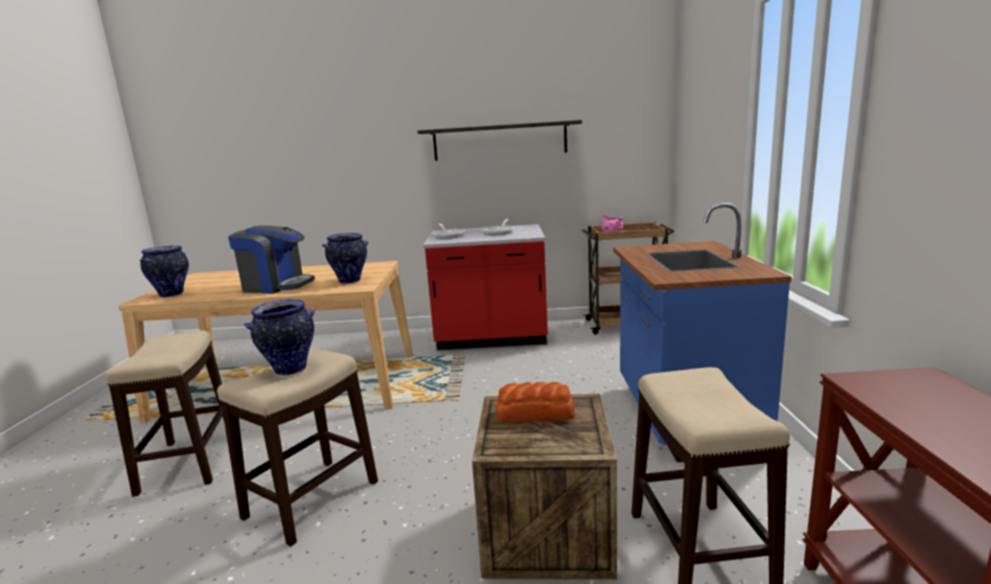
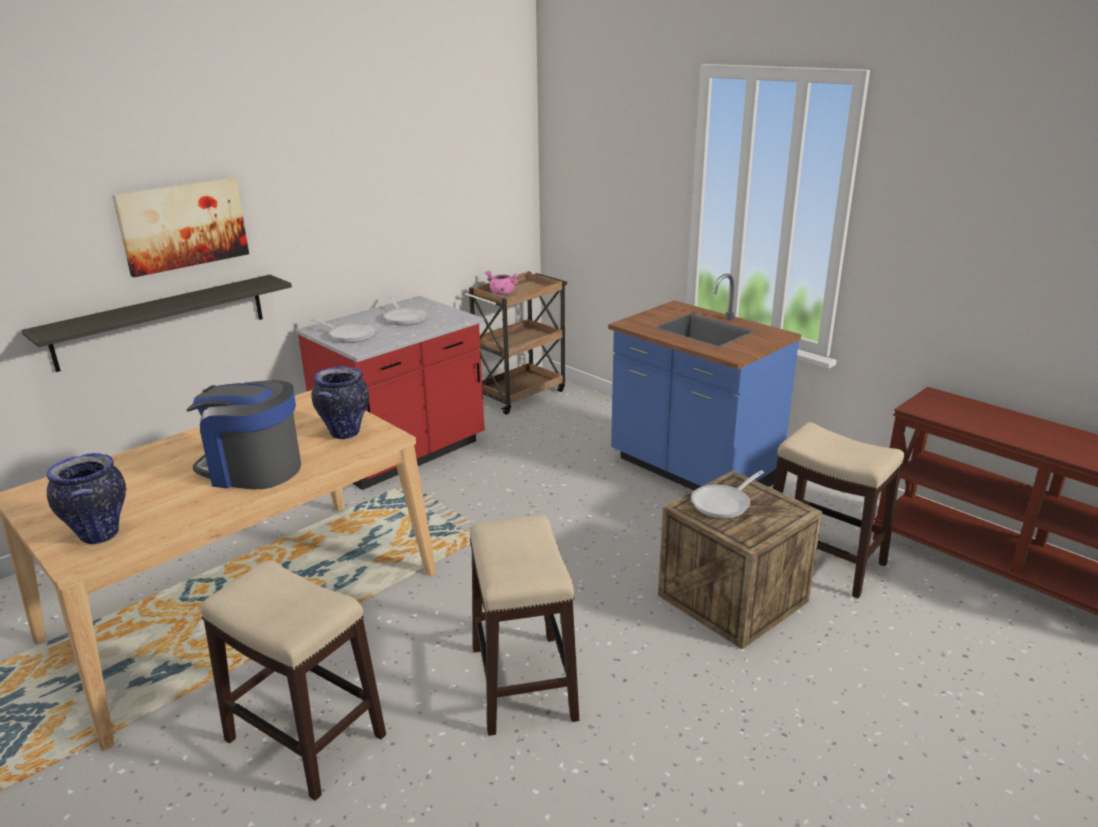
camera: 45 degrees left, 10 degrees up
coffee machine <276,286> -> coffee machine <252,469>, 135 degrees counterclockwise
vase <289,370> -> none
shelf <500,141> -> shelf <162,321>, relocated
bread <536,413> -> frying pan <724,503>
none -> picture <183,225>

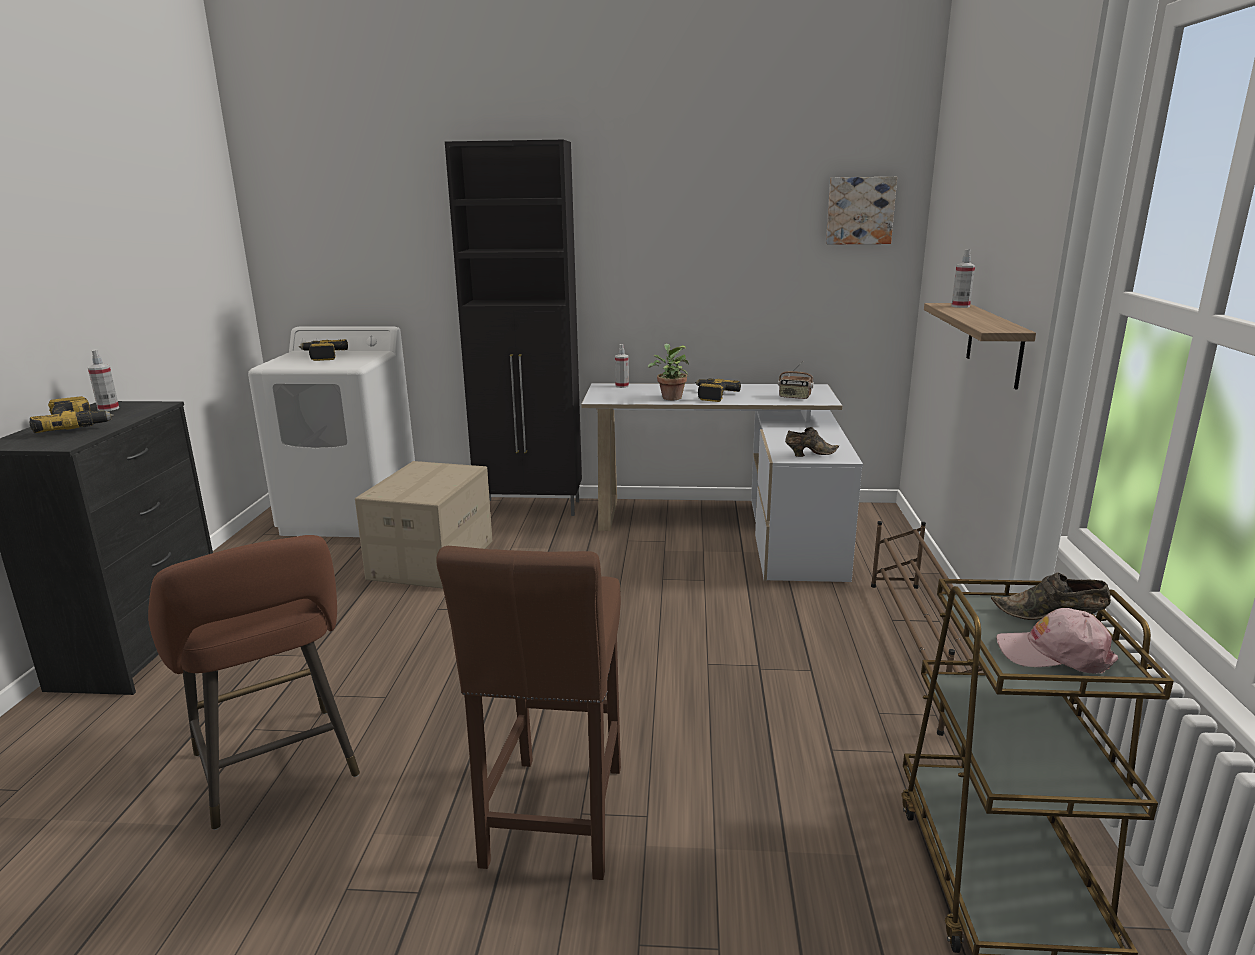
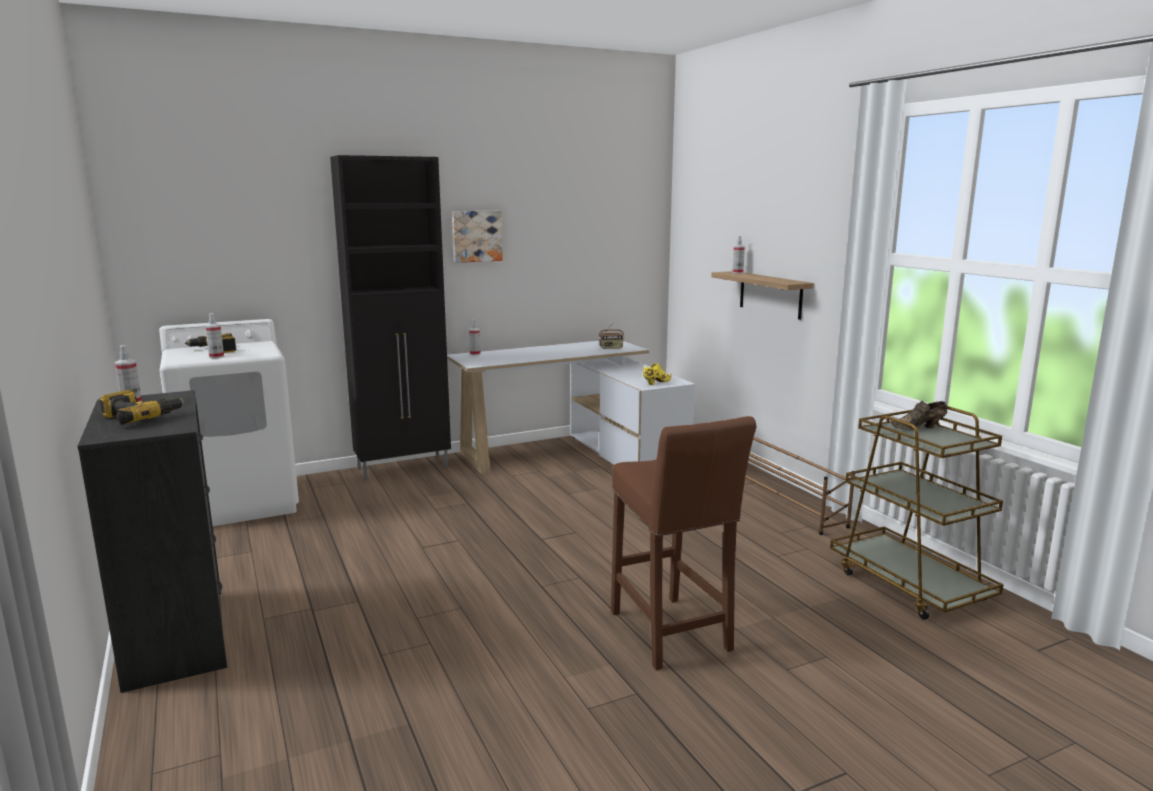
camera: 30 degrees left, 5 degrees down
stool/brown <277,771> -> none
cardboard box <431,559> -> none
potted plant <670,397> -> none
power drill <712,395> -> none
shoe/brown <809,454> -> shoe/yellow <656,383>
picture <860,210> -> picture <476,236>, relocated
cap/pink <1054,654> -> none
none -> spray bottle <216,357>

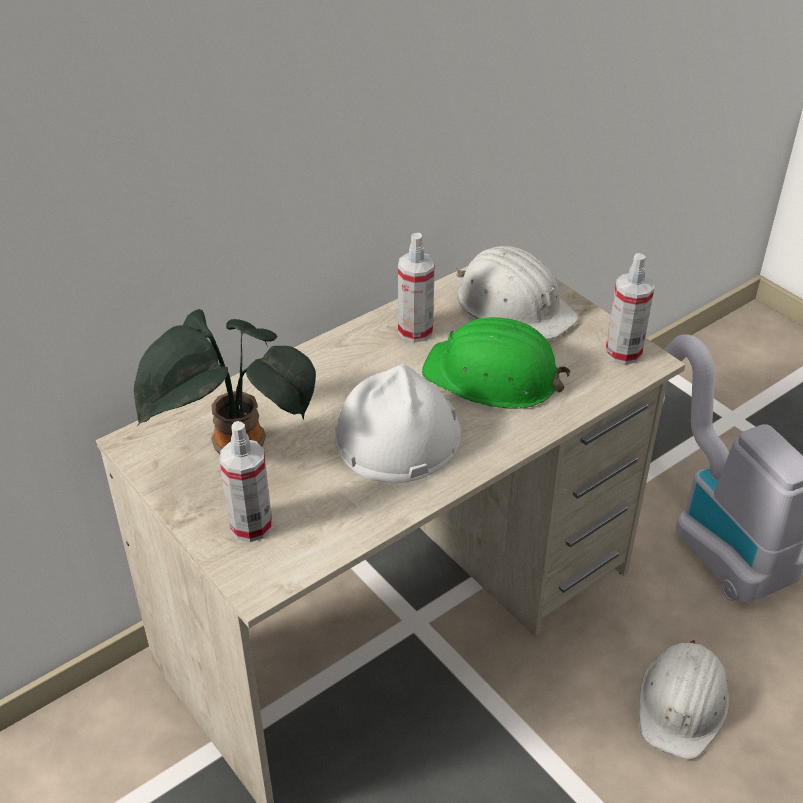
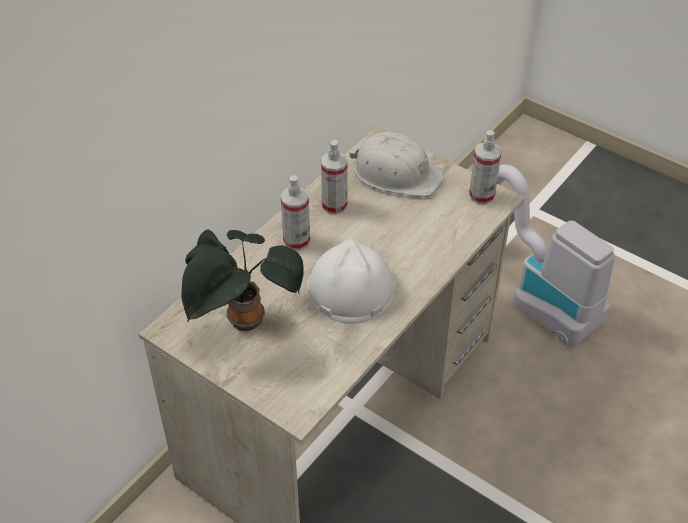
camera: 15 degrees left, 5 degrees up
spray bottle <251,525> -> spray bottle <296,241>, relocated
hard hat/green <493,376> -> none
hard hat/white <683,703> -> none

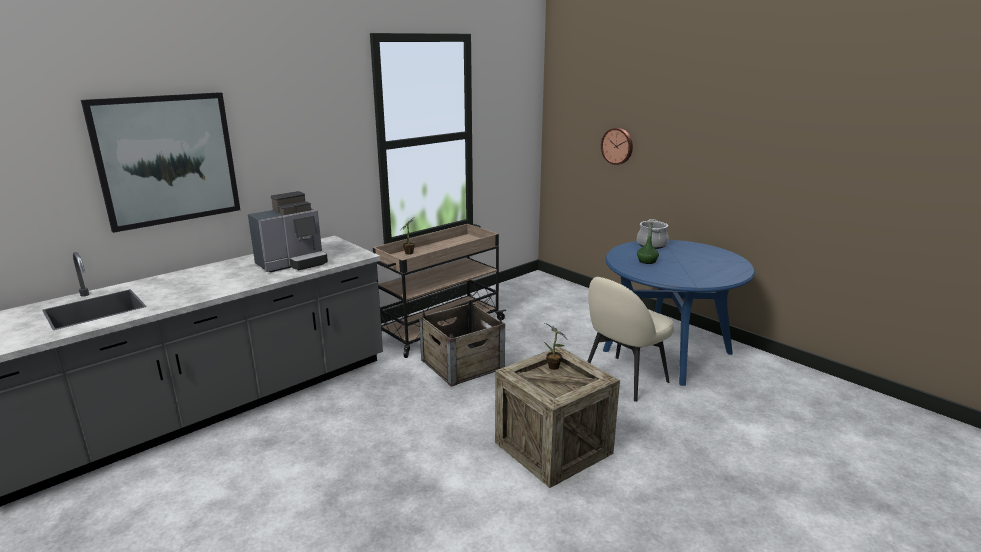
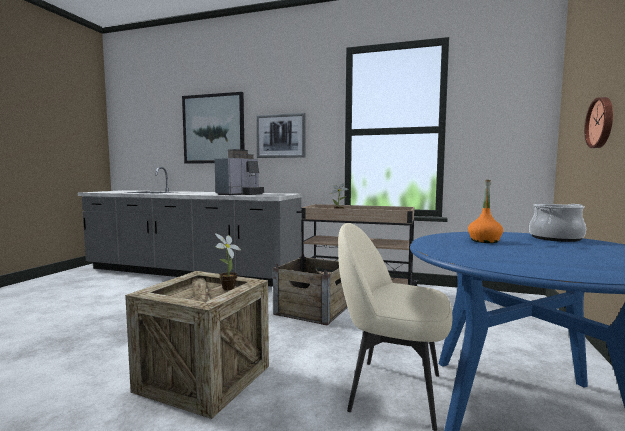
camera: 60 degrees right, 15 degrees down
coffee machine <293,263> -> coffee machine <240,194>, 75 degrees counterclockwise
bottle/green <647,261> -> bottle/orange <484,241>
none -> picture <280,136>

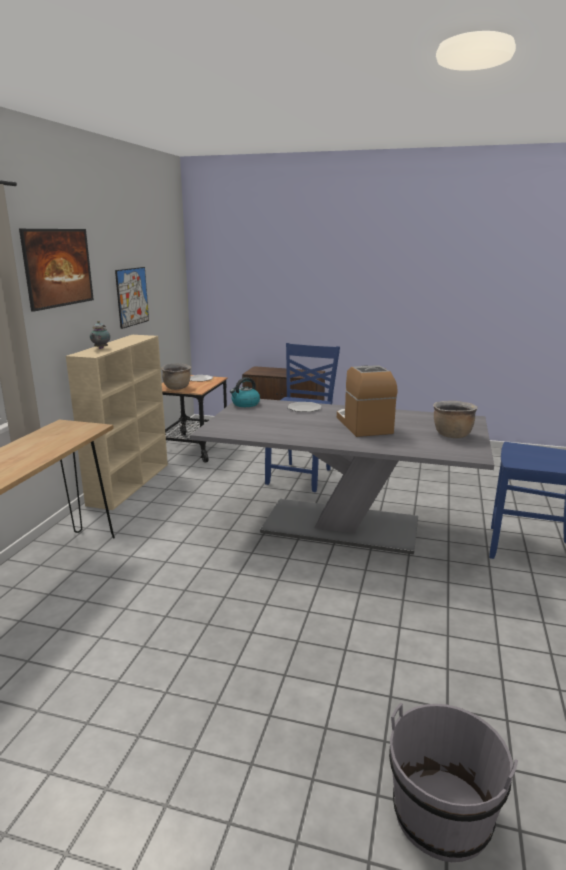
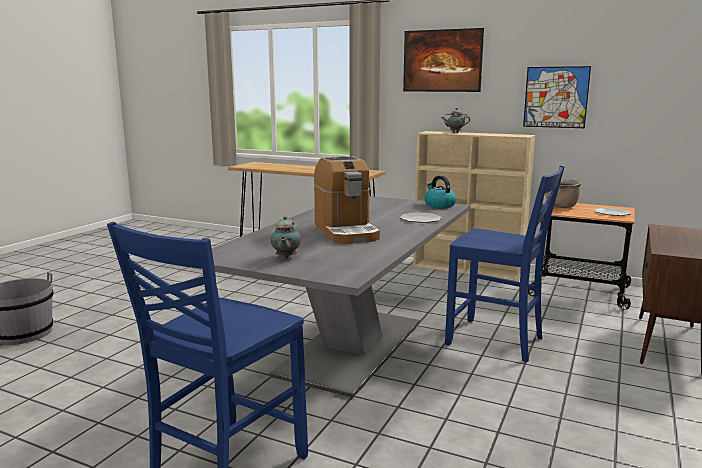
camera: 100 degrees right, 5 degrees down
coffee machine <363,425> -> coffee machine <346,232>, 75 degrees clockwise
cooking pot/brown <451,435> -> teapot <285,258>

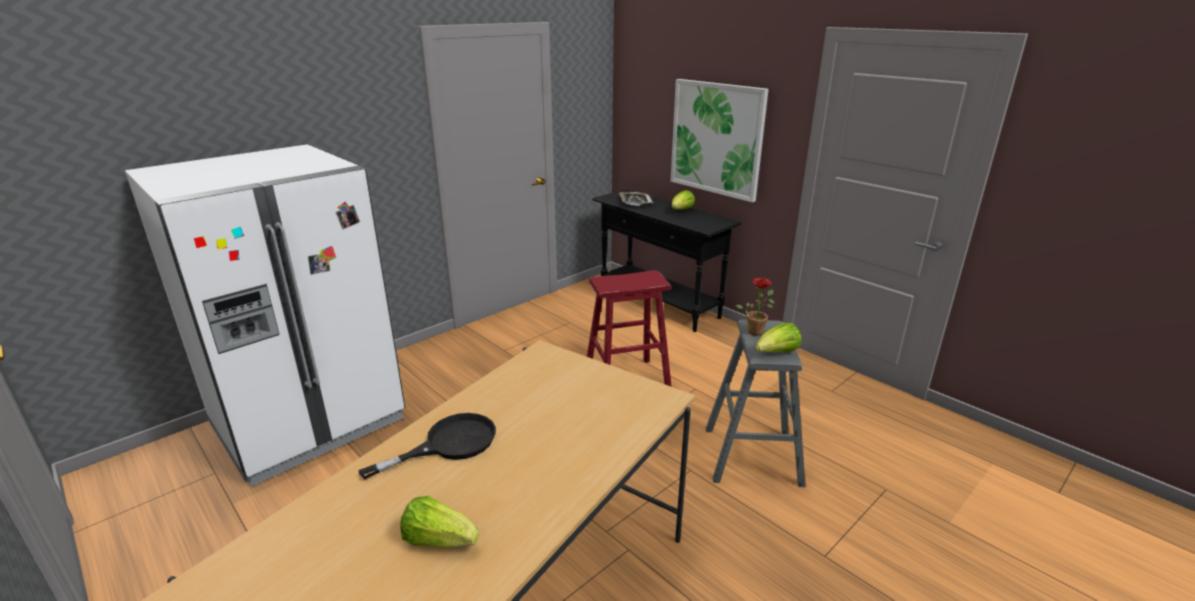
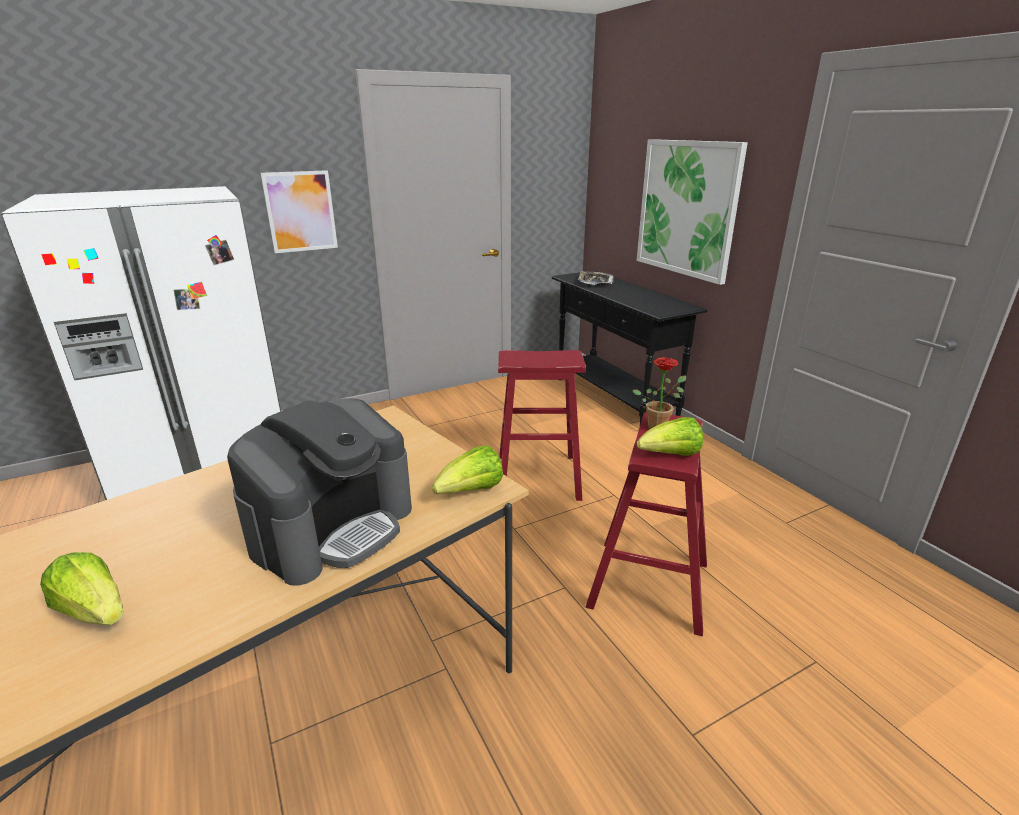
camera: 15 degrees right, 0 degrees up
frying pan/black <449,444> -> none
lettuce <681,211> -> lettuce <471,492>, relocated
stool/grey <752,456> -> stool/red <648,584>
none -> coffee machine <333,527>
none -> picture <300,211>

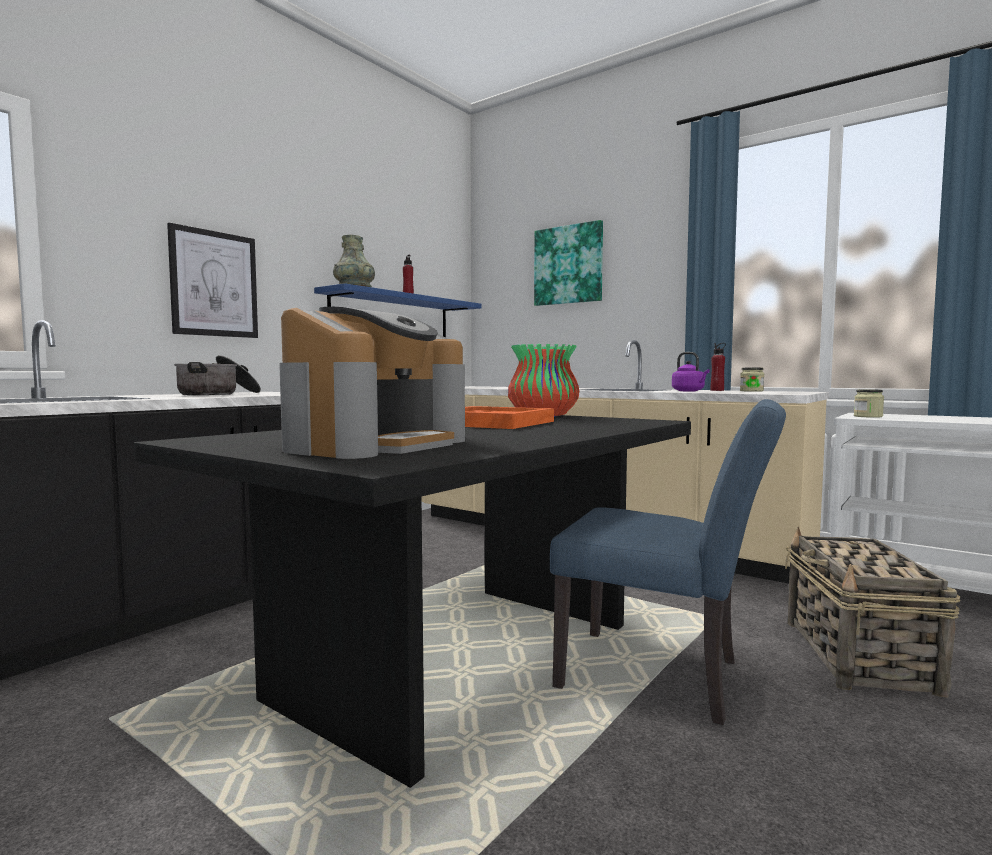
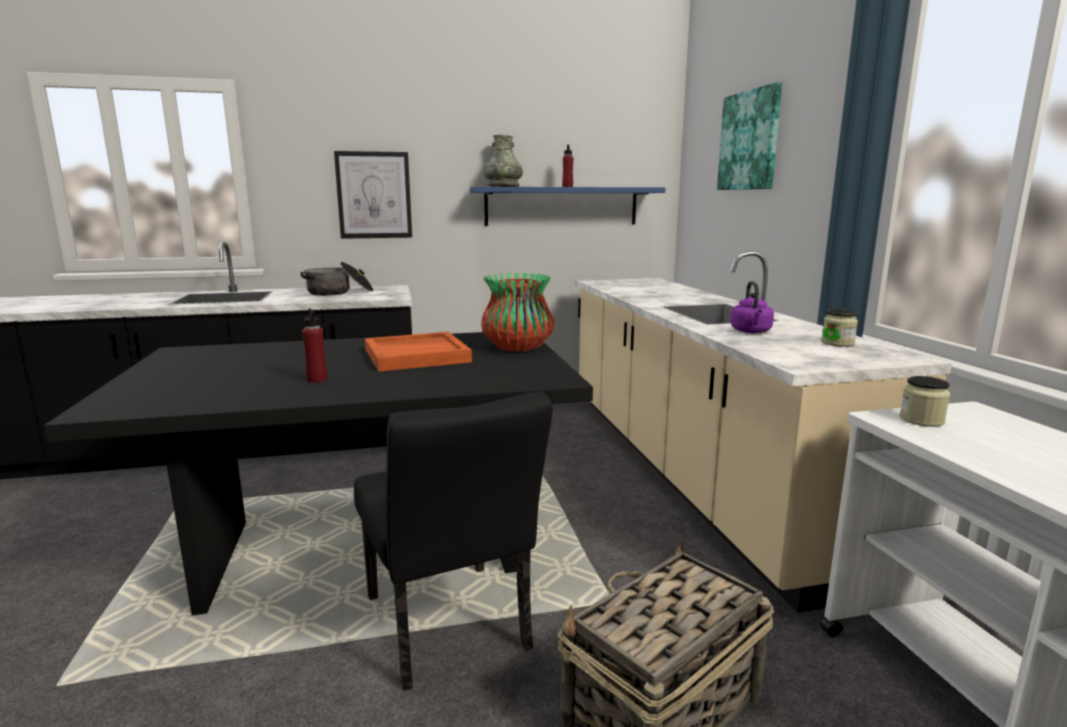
camera: 40 degrees right, 10 degrees up
coffee machine <376,445> -> none
chair/blue <664,677> -> chair/black <451,631>
bottle/red <717,390> -> bottle/red <317,380>, relocated

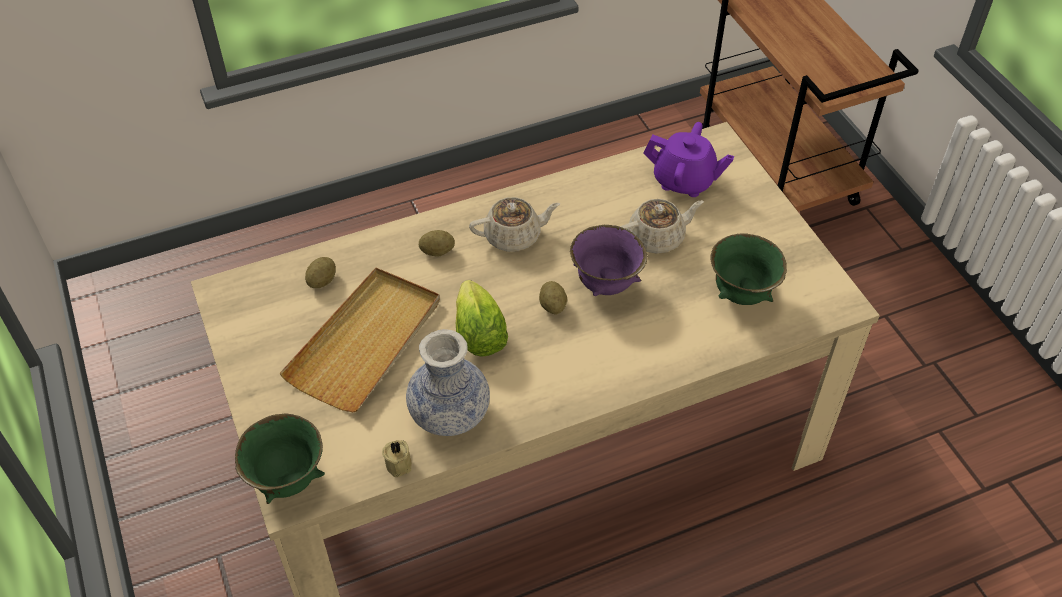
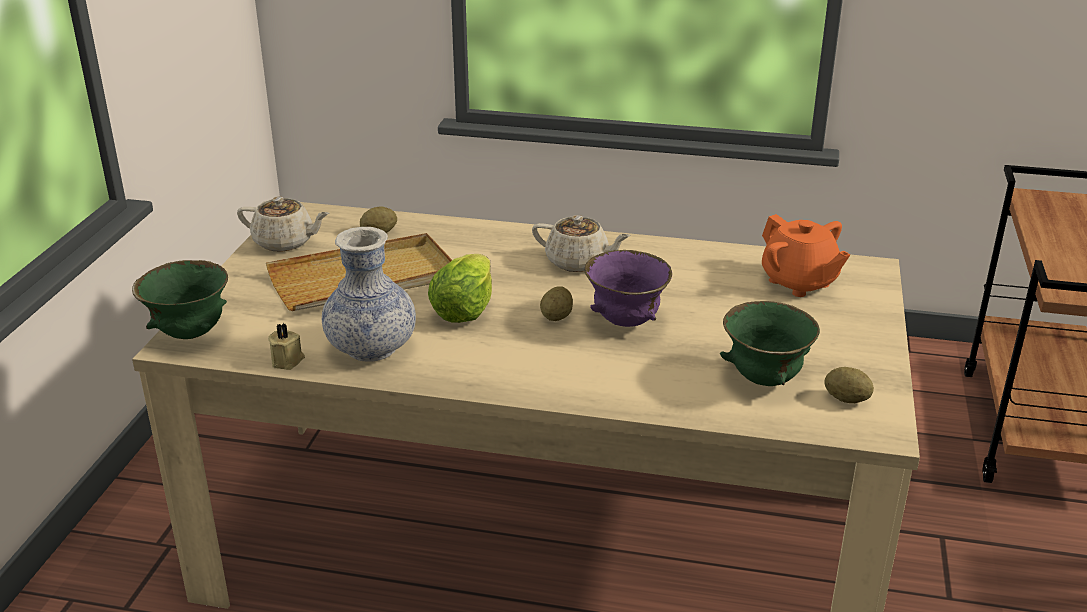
camera: 35 degrees right, 20 degrees down
potato <437,251> -> potato <846,399>, relocated
teapot/beige <657,238> -> teapot/beige <285,242>, relocated
teapot/purple <684,181> -> teapot/orange <799,282>

